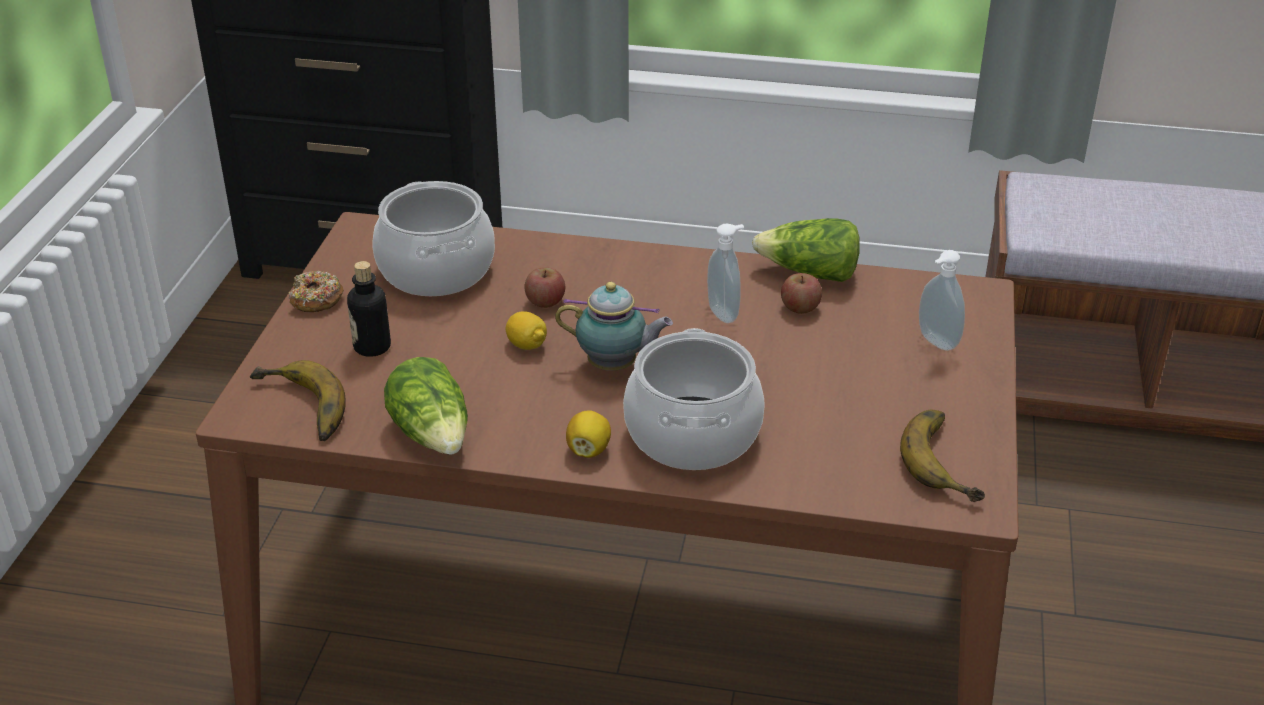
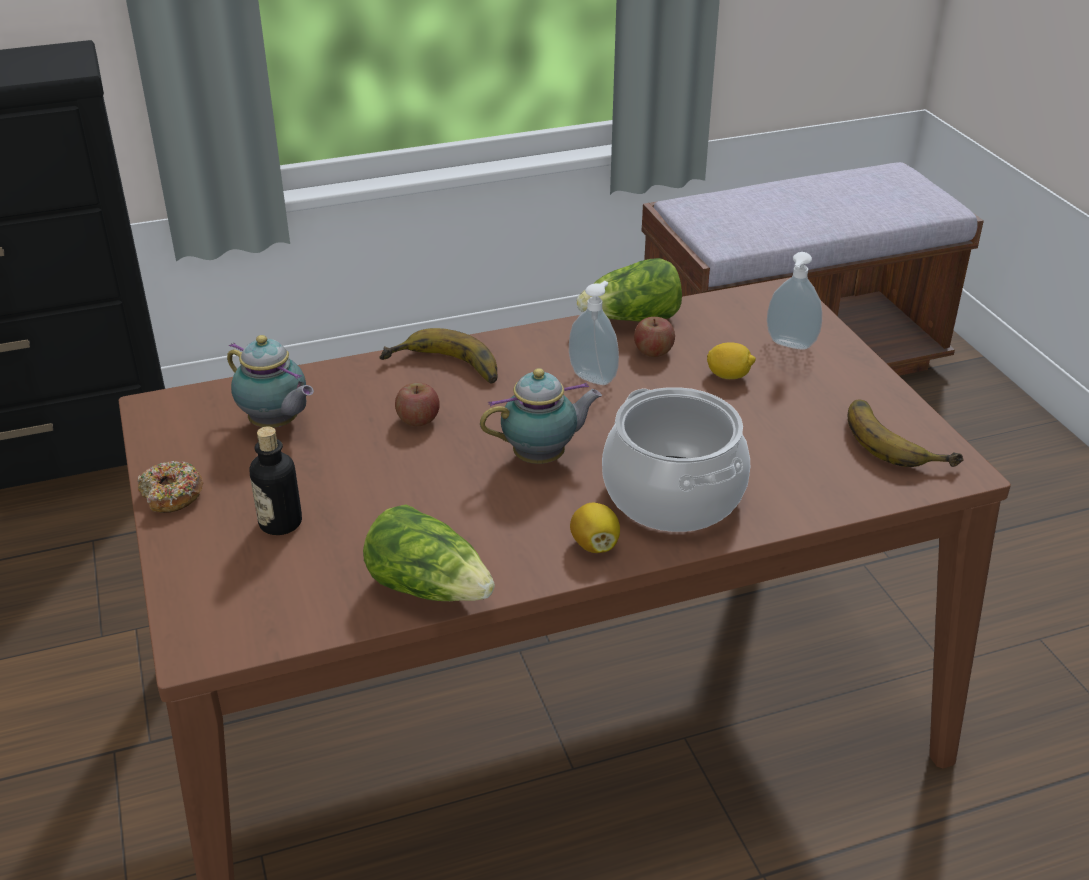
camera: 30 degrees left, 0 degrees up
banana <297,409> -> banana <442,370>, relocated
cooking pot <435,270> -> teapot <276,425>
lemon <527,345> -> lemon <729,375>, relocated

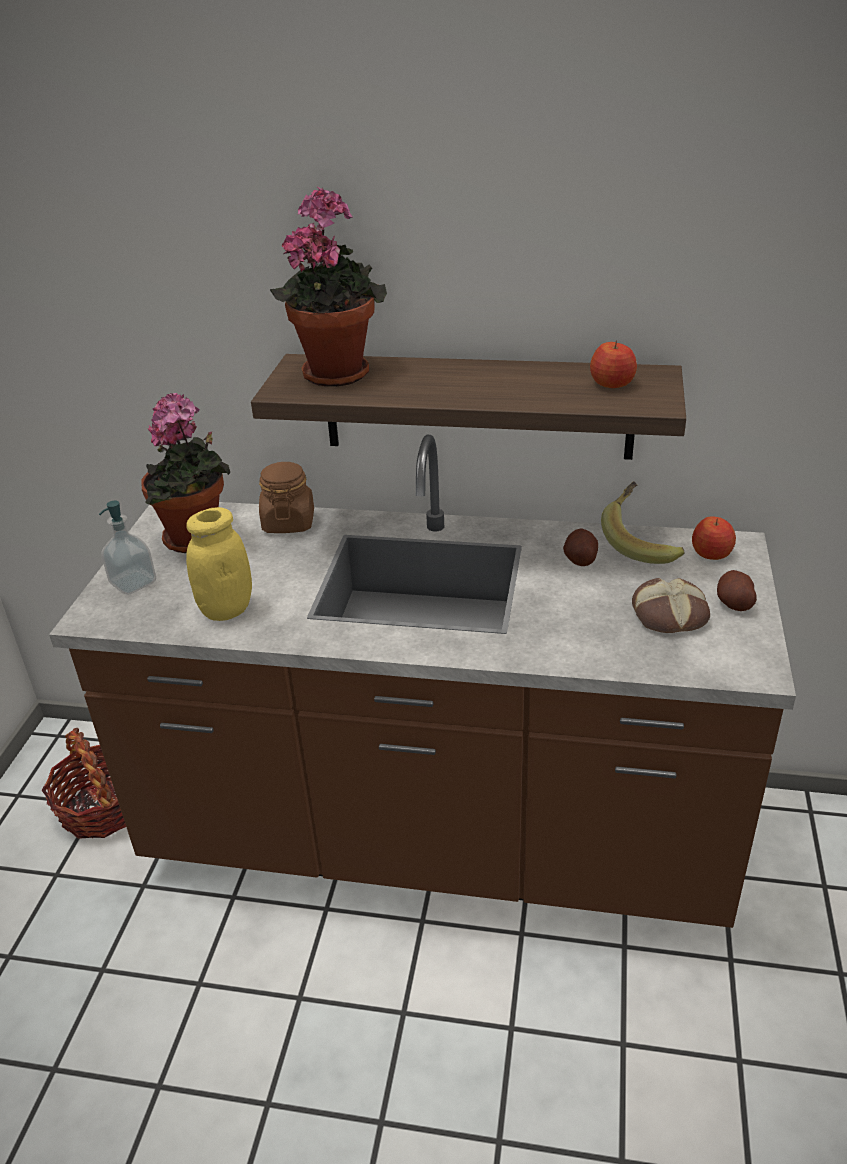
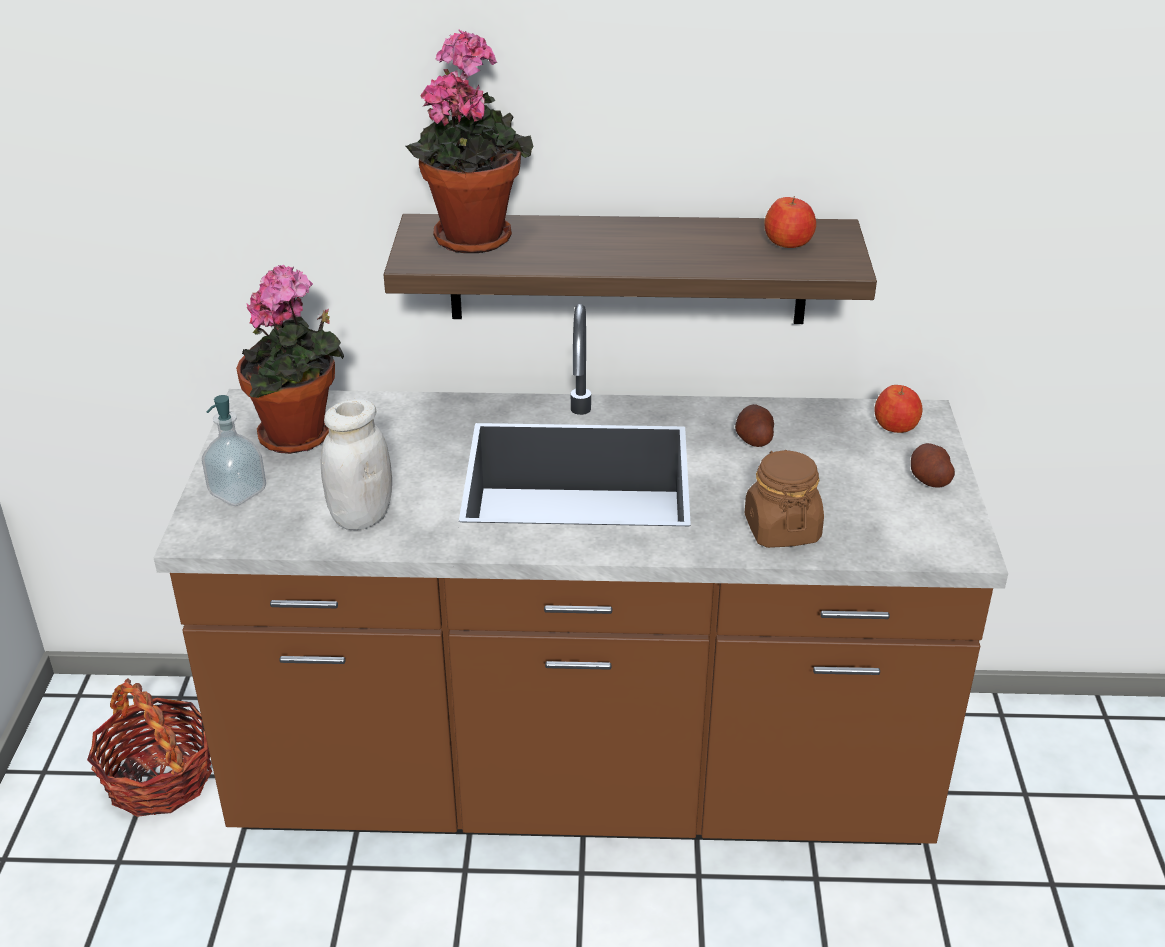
camera: 10 degrees left, 0 degrees up
jar/yellow <226,609> -> jar/white <361,517>
jar/brown <288,522> -> jar/brown <781,529>, relocated
banana <642,542> -> none
bread <669,615> -> none

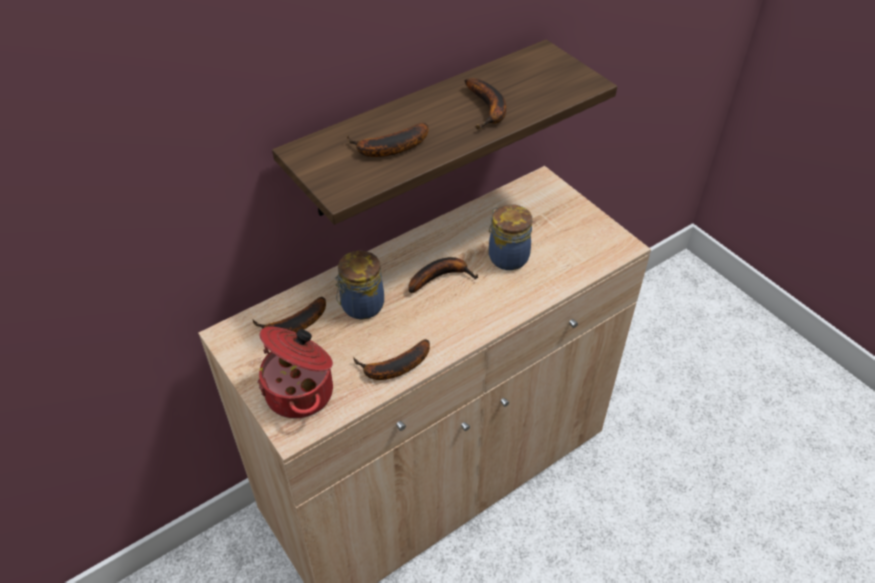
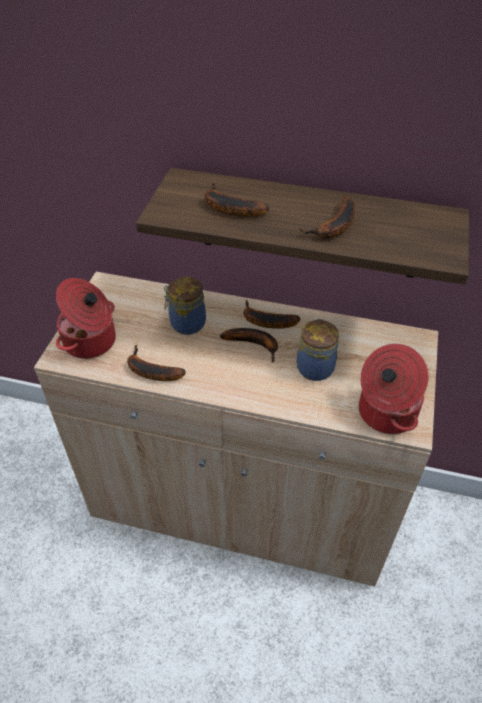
camera: 50 degrees right, 0 degrees up
banana <292,326> -> banana <265,321>, relocated
none -> cooking pot <385,412>

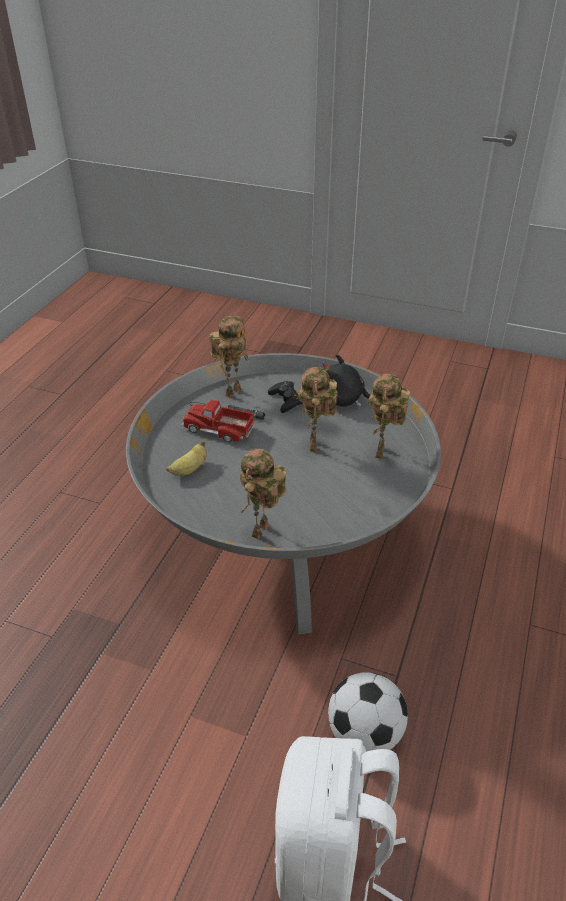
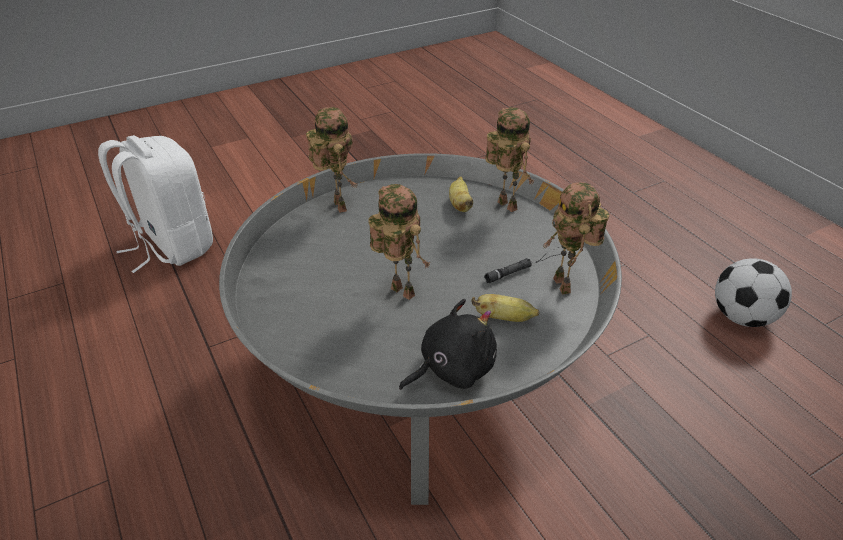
camera: 130 degrees right, 0 degrees up
toy truck <218,429> -> none
game controller/black <286,400> -> banana <504,318>
football <364,734> -> football <741,317>, relocated
toy robot <382,453> -> toy robot <504,206>, relocated

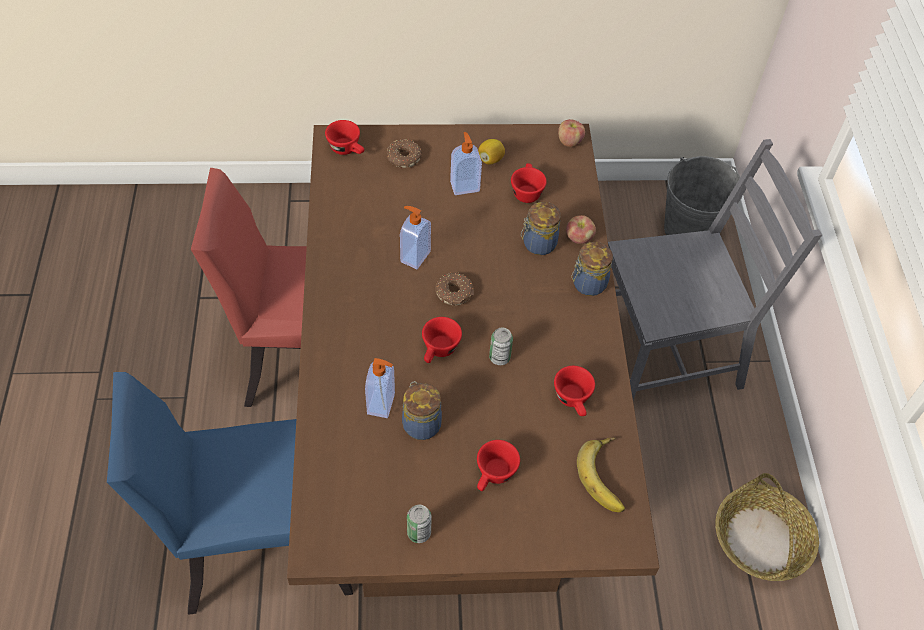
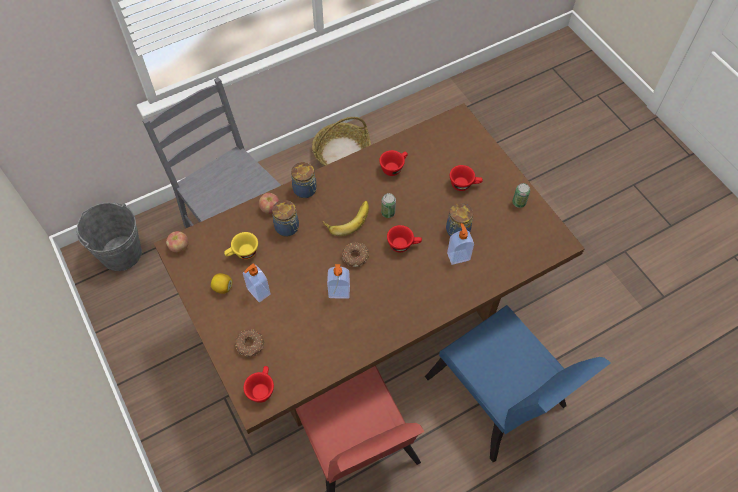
camera: 115 degrees left, 5 degrees up
cup/red <526,191> -> cup/yellow <243,253>
banana <607,476> -> banana <347,218>, relocated

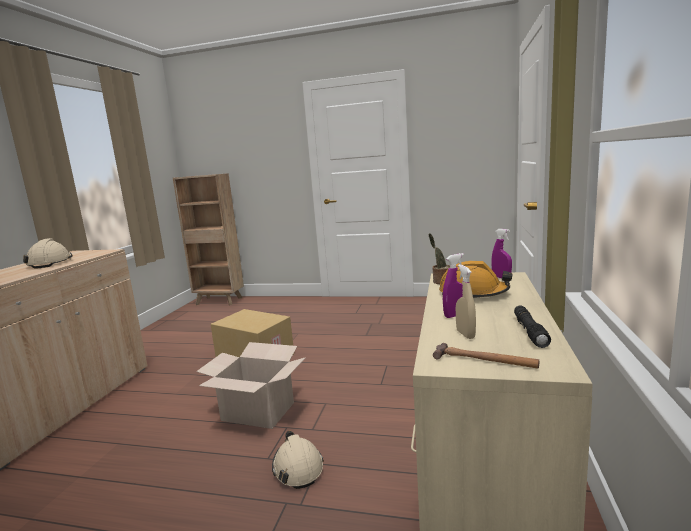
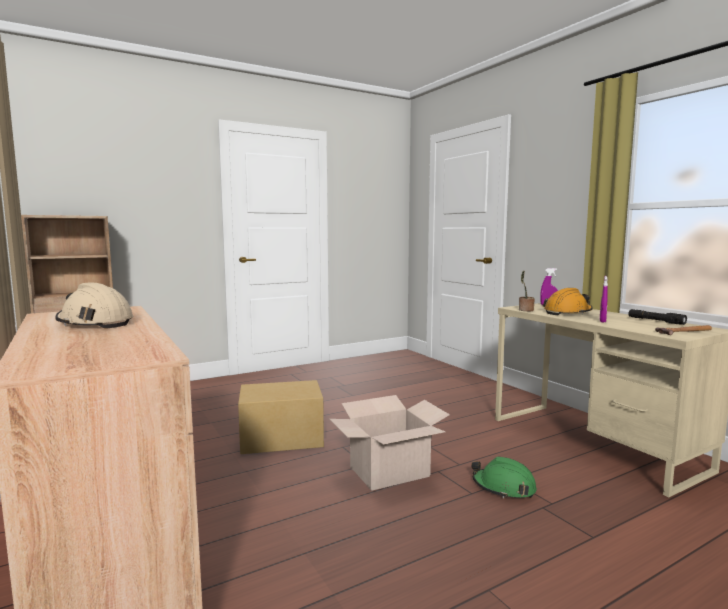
camera: 45 degrees left, 5 degrees down
hard hat/beige <297,467> -> hard hat/green <504,488>
spray bottle/beige <465,334> -> none

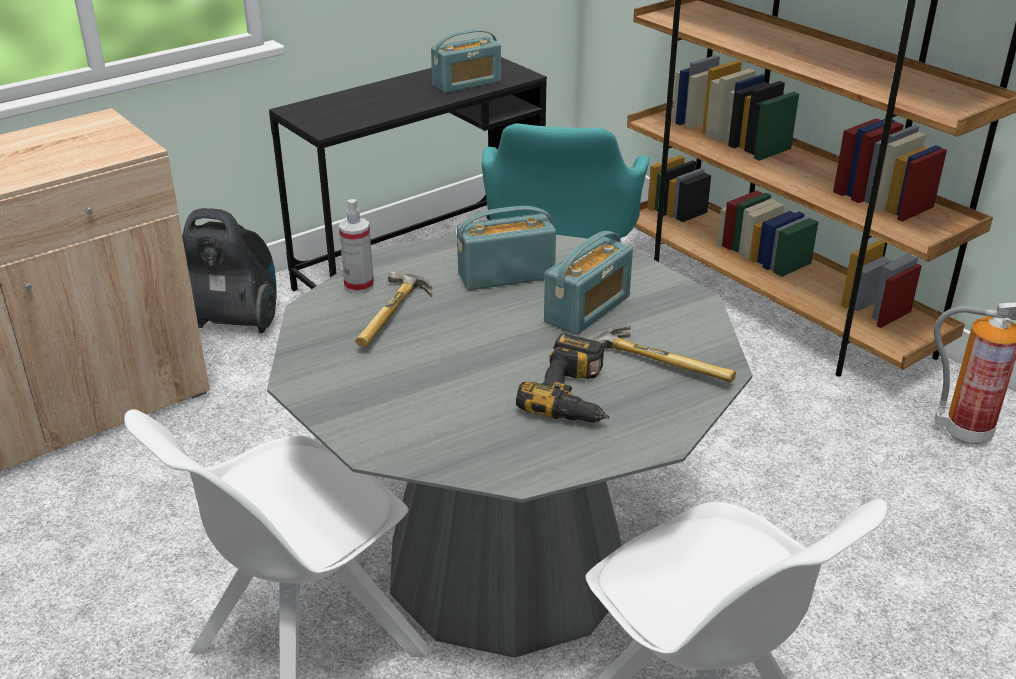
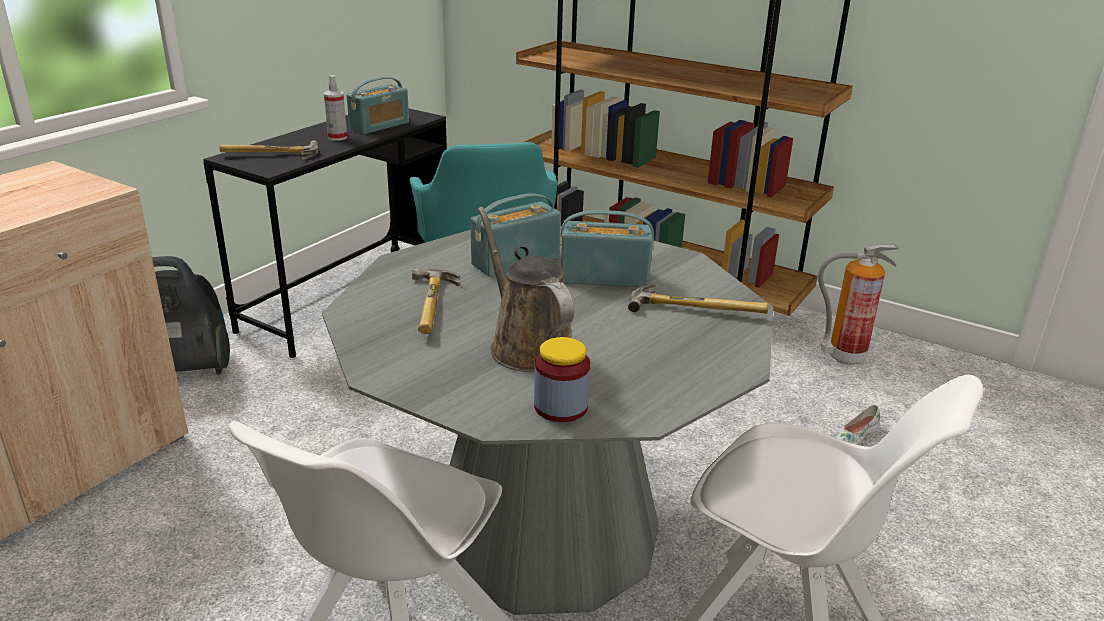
camera: 20 degrees left, 5 degrees down
spray bottle <359,285> -> spray bottle <337,137>, relocated
power drill <576,396> -> none
radio <587,309> -> radio <604,277>, 105 degrees counterclockwise
none -> hammer <270,156>
none -> watering can/brown <527,345>
none -> jar <561,407>
none -> shoe/white <853,436>

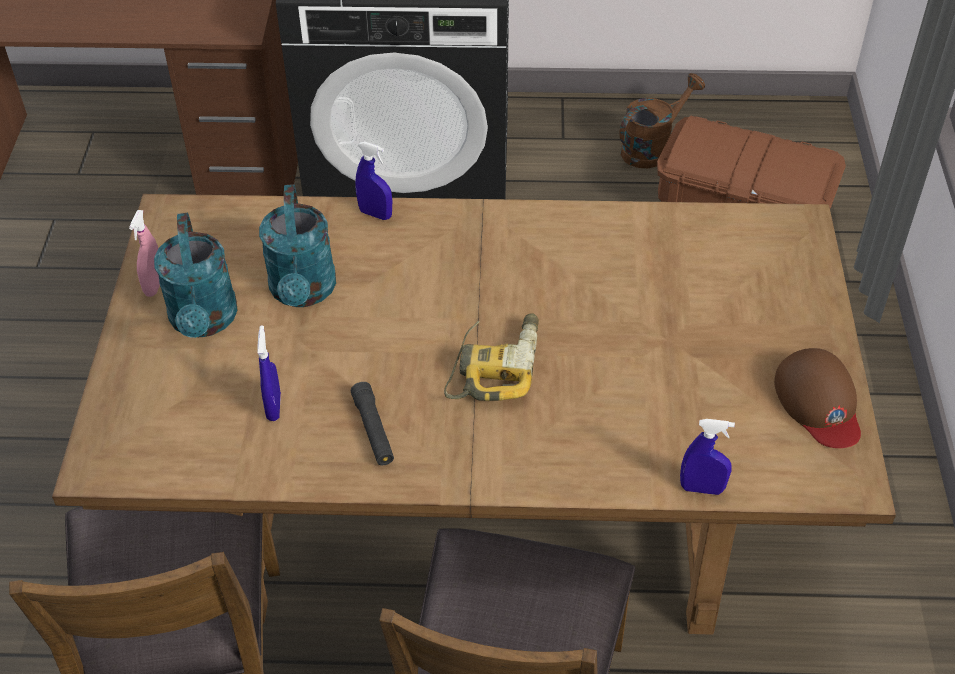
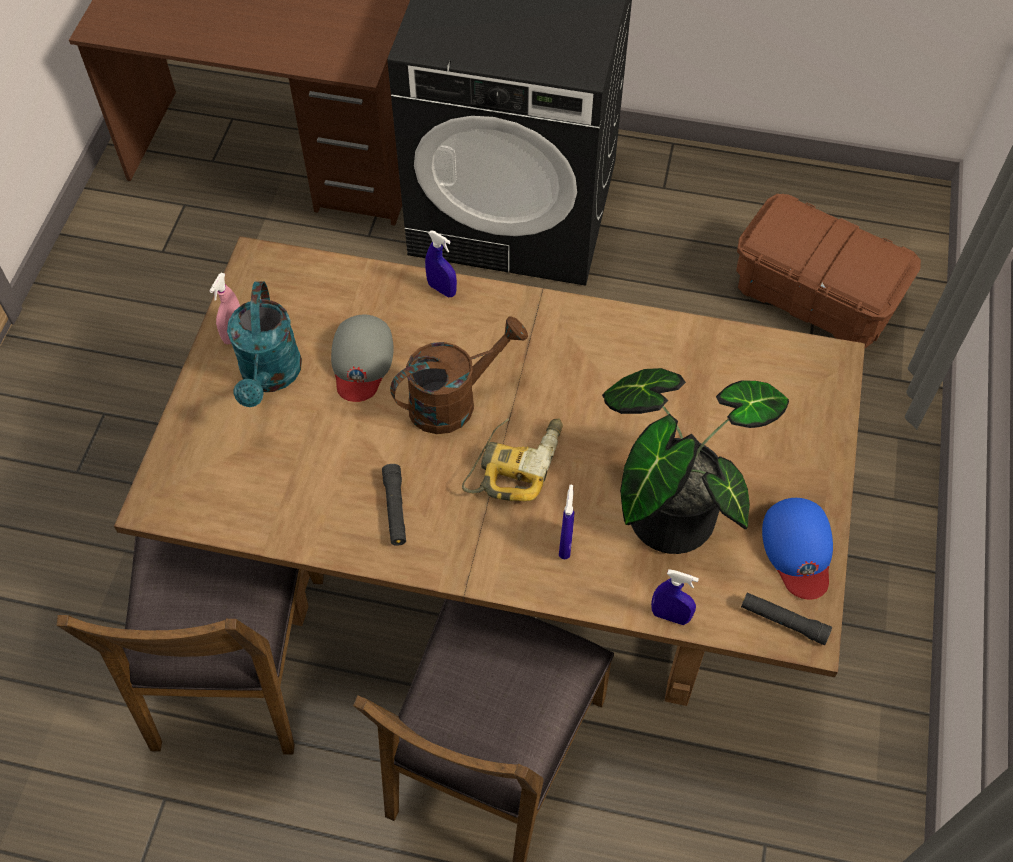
camera: 10 degrees right, 10 degrees up
spray bottle/blue <274,407> -> spray bottle/blue <565,544>, relocated
watering can/turquoise <303,292> -> cap/grey <361,361>
watering can/brown <652,148> -> watering can/brown <453,400>, relocated
cap/brown <818,403> -> cap/blue <798,549>
none -> potted plant <670,507>
none -> flashlight/black <783,621>

